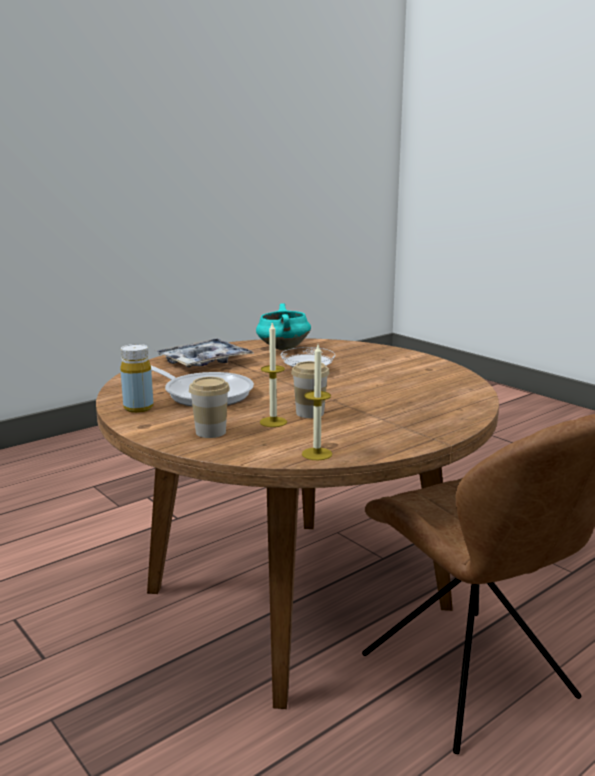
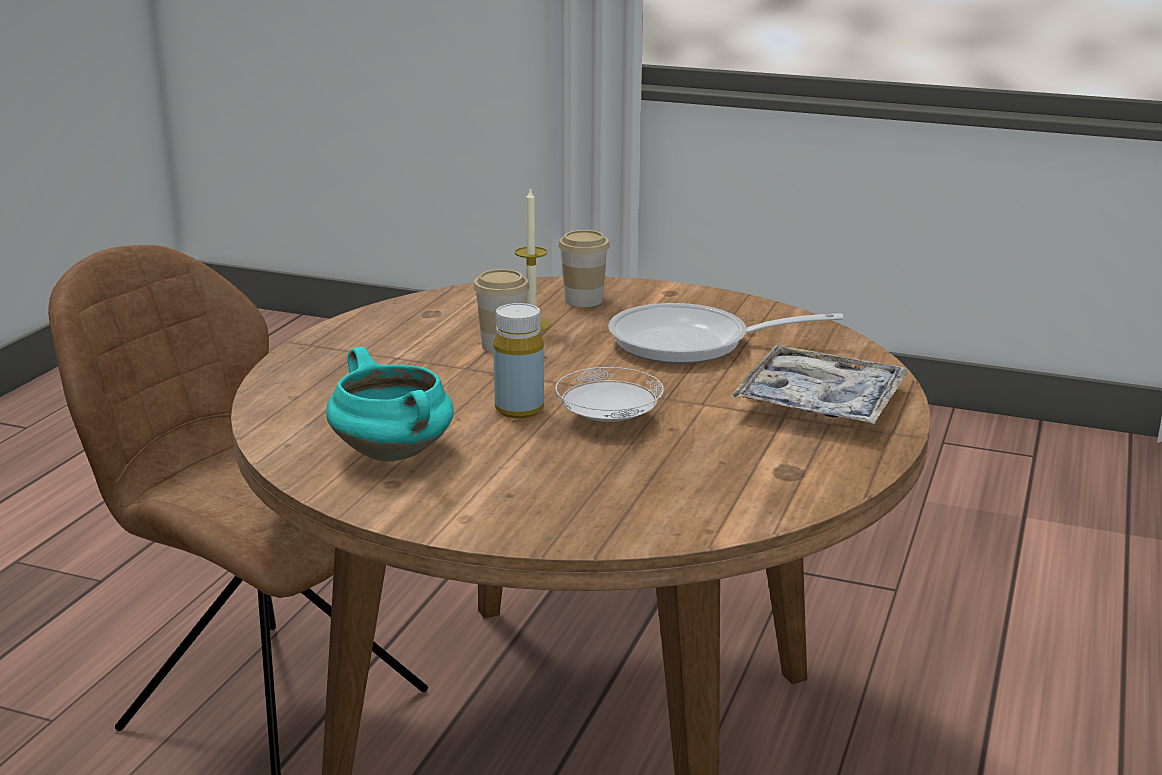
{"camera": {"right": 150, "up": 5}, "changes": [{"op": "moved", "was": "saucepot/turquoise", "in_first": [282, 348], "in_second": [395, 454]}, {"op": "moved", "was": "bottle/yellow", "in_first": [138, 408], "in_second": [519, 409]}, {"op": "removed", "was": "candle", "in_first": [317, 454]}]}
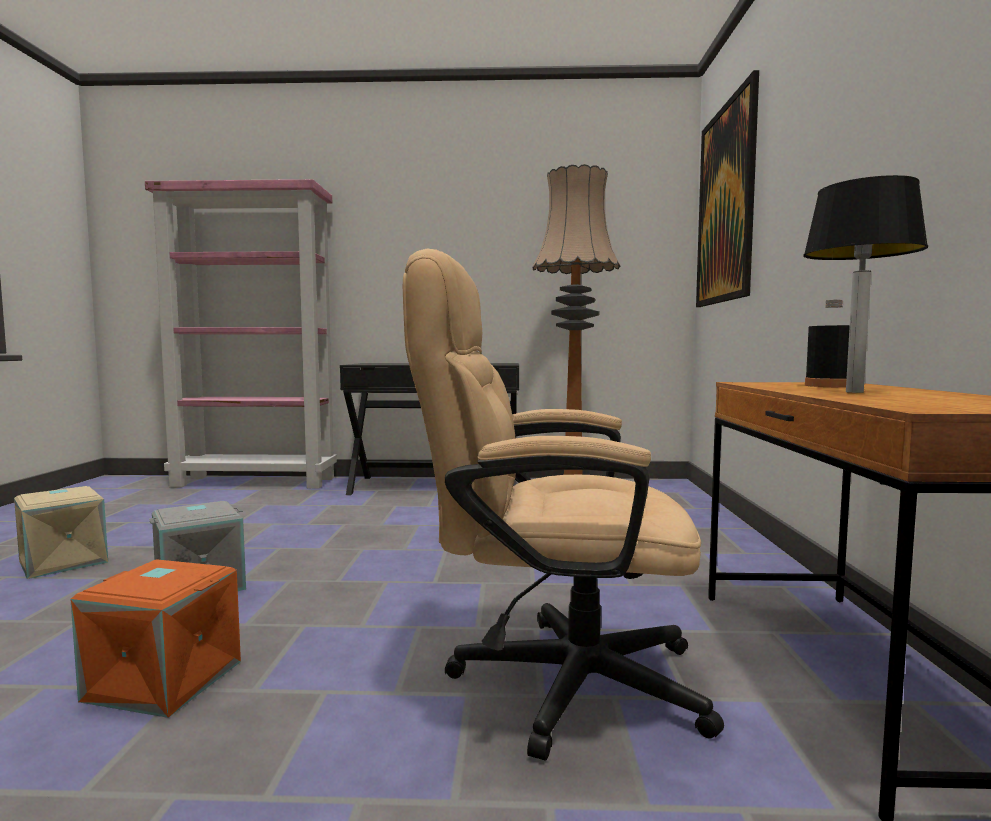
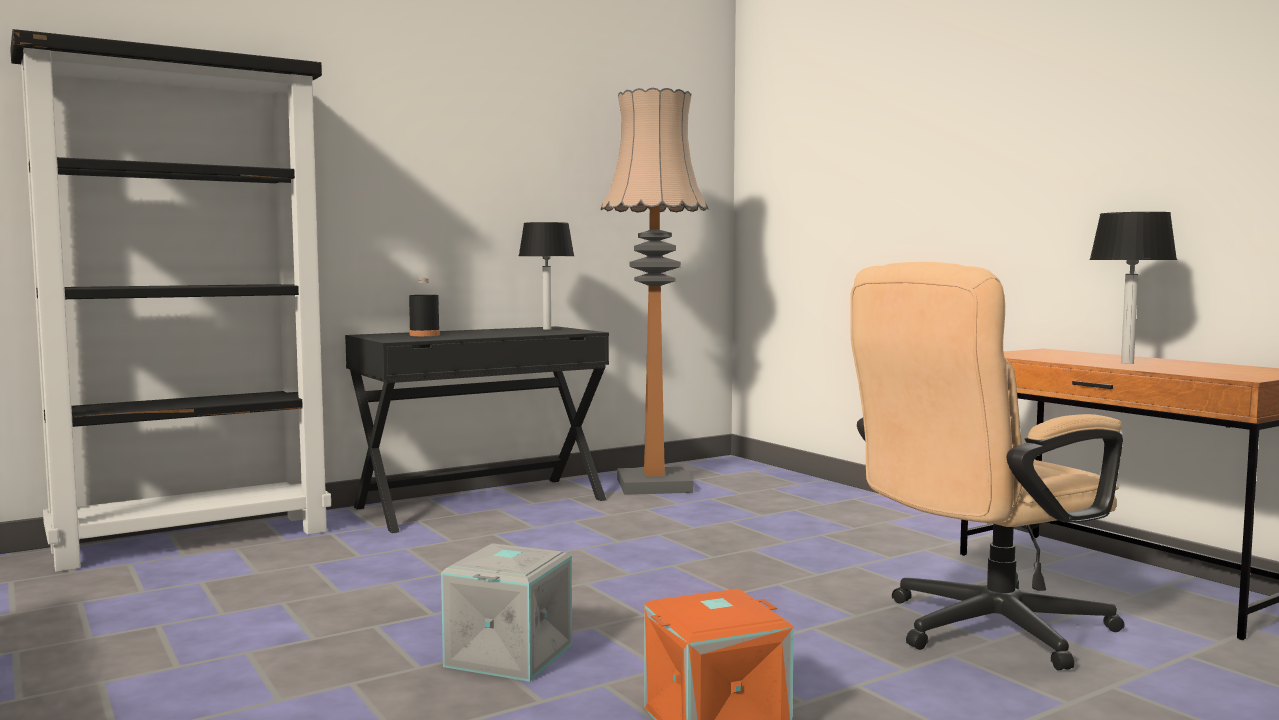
{"camera": {"right": -35, "up": 0}, "changes": [{"op": "removed", "was": "picture", "in_first": [725, 204]}, {"op": "recoloured", "was": "bookcase/pink", "now": "bookcase/blackish", "in_first": [256, 482], "in_second": [195, 540]}, {"op": "moved", "was": "bottle/blackish", "in_first": [829, 386], "in_second": [424, 335]}, {"op": "removed", "was": "storage container/beige", "in_first": [65, 561]}, {"op": "added", "now": "table lamp", "in_second": [546, 329]}]}
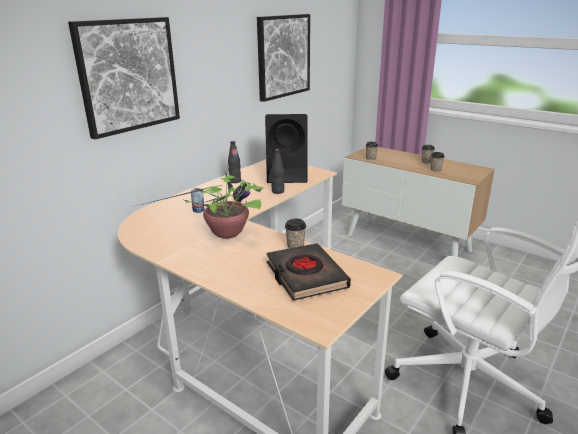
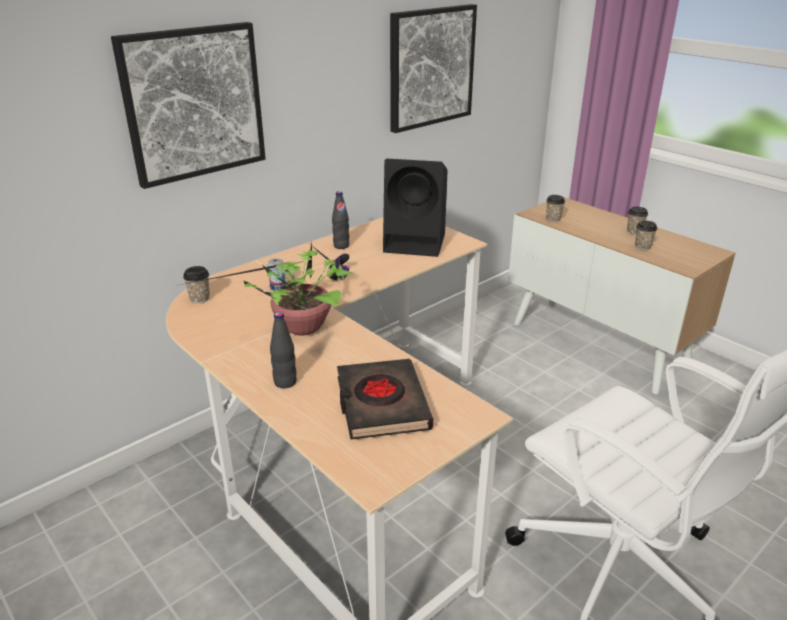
{"camera": {"right": 10, "up": 5}, "changes": [{"op": "moved", "was": "bottle/blackish", "in_first": [278, 191], "in_second": [285, 382]}, {"op": "moved", "was": "drinking cup", "in_first": [295, 246], "in_second": [200, 298]}]}
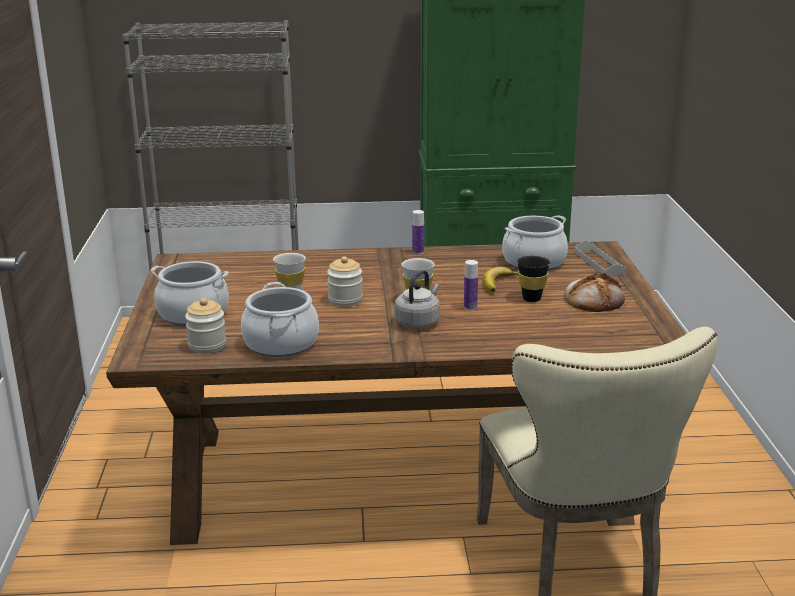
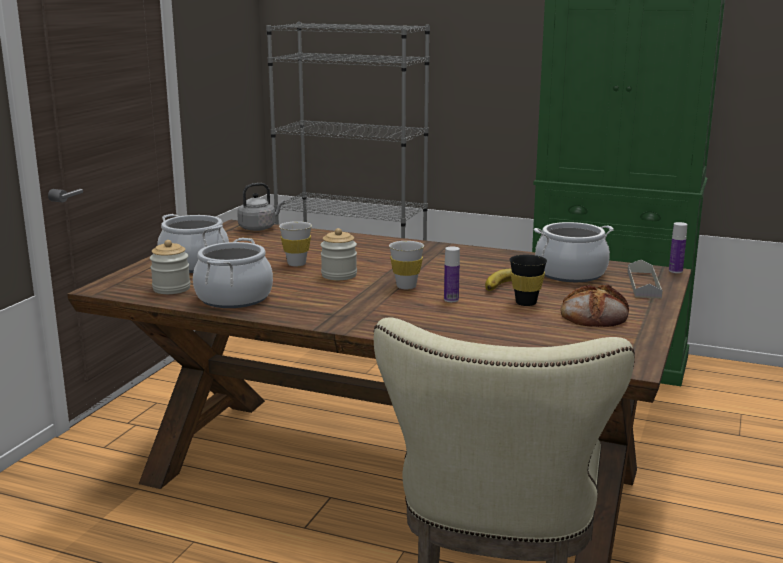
{"camera": {"right": 25, "up": -5}, "changes": [{"op": "moved", "was": "bottle", "in_first": [418, 252], "in_second": [675, 271]}, {"op": "moved", "was": "water kettle/grey", "in_first": [418, 322], "in_second": [259, 228]}]}
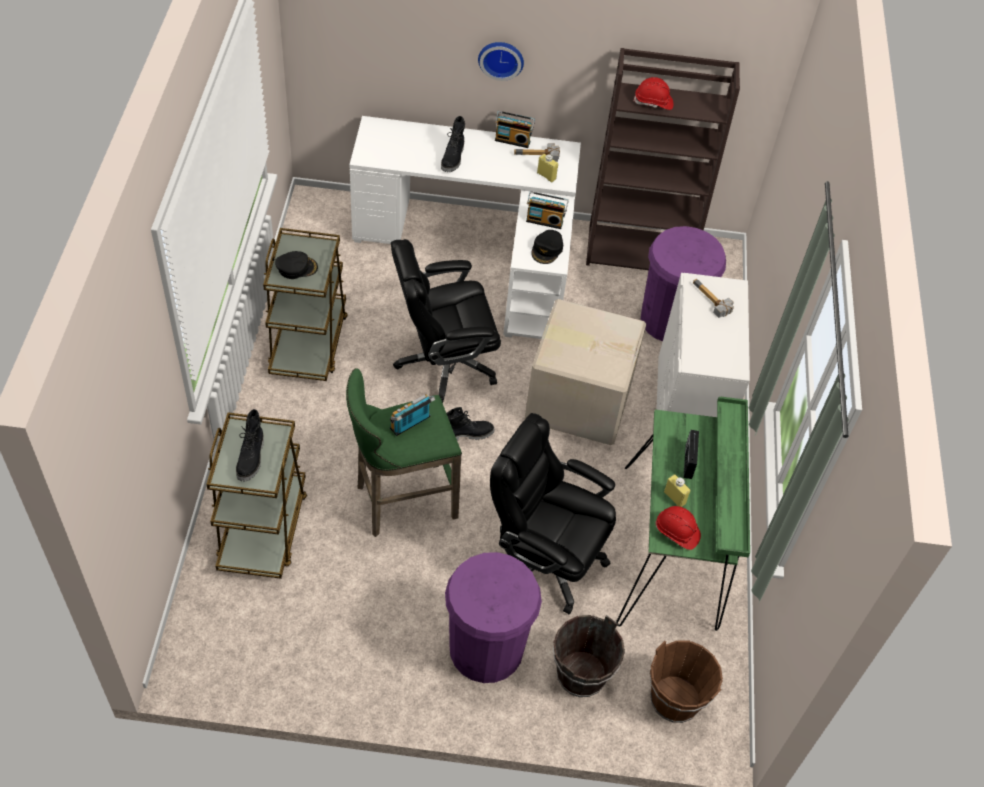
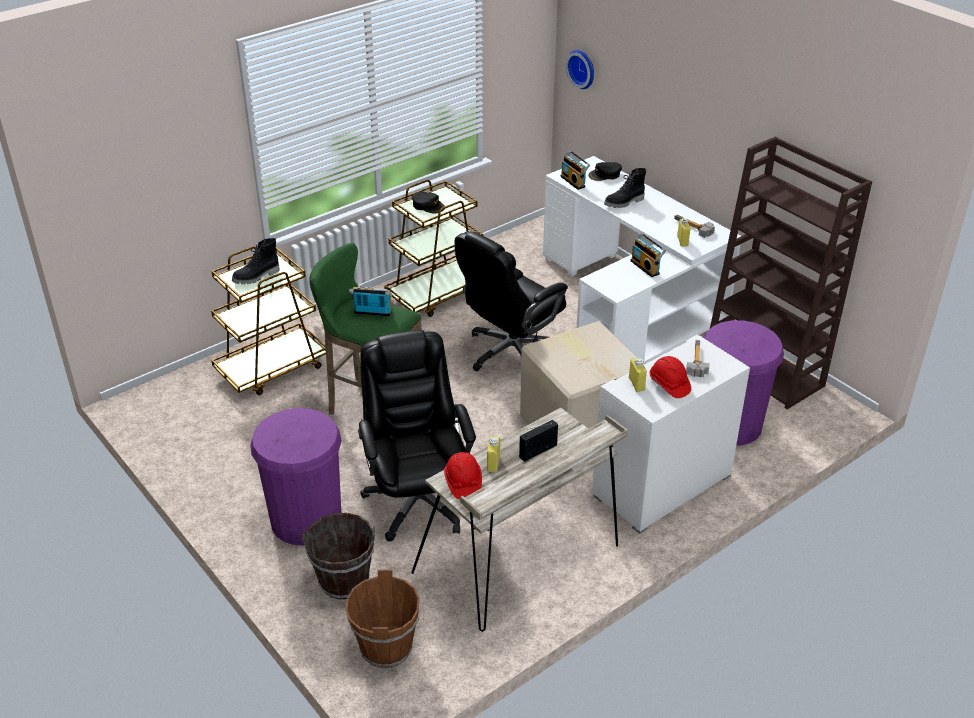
{"camera": {"right": 50, "up": -15}, "changes": [{"op": "moved", "was": "wall clock", "in_first": [501, 58], "in_second": [582, 68]}, {"op": "moved", "was": "safety helmet/red", "in_first": [653, 102], "in_second": [669, 385]}, {"op": "moved", "was": "radio set", "in_first": [513, 140], "in_second": [574, 181]}, {"op": "moved", "was": "baseball cap/blackish", "in_first": [547, 250], "in_second": [605, 175]}, {"op": "turned", "was": "desk chair/blackish", "in_first": [444, 363], "in_second": [511, 352], "clockwise": -75}, {"op": "recoloured", "was": "desk/green-coloured", "now": "desk/beige", "in_first": [673, 549], "in_second": [521, 559]}, {"op": "removed", "was": "tall boot/blackish", "in_first": [467, 433]}, {"op": "added", "now": "bottle/yellow", "in_second": [636, 384]}]}
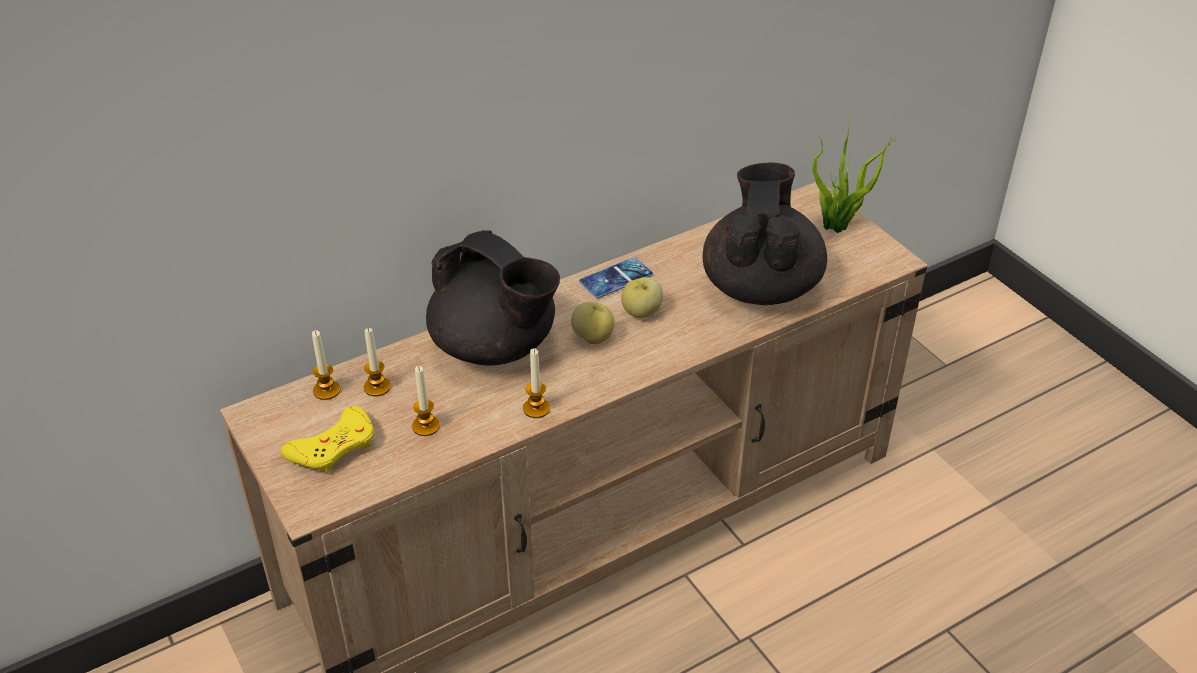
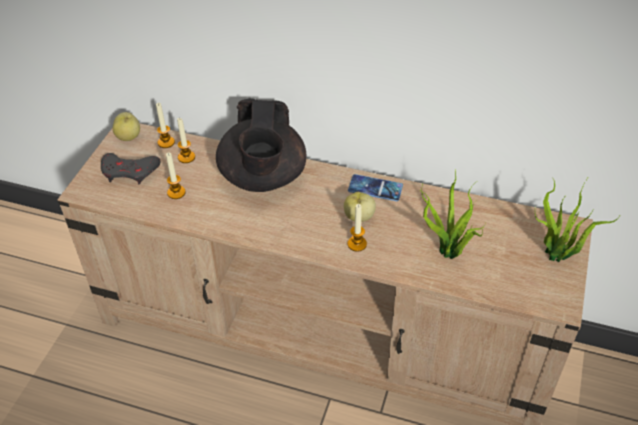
{"camera": {"right": 50, "up": 5}, "changes": [{"op": "replaced", "was": "tea pot/blackish", "now": "plant in a pot", "in_first": [760, 285], "in_second": [448, 254]}, {"op": "moved", "was": "whole apple", "in_first": [593, 337], "in_second": [129, 136]}, {"op": "moved", "was": "candle", "in_first": [536, 408], "in_second": [357, 244]}, {"op": "recoloured", "was": "gamepad/yellow", "now": "gamepad/grey", "in_first": [334, 447], "in_second": [129, 171]}]}
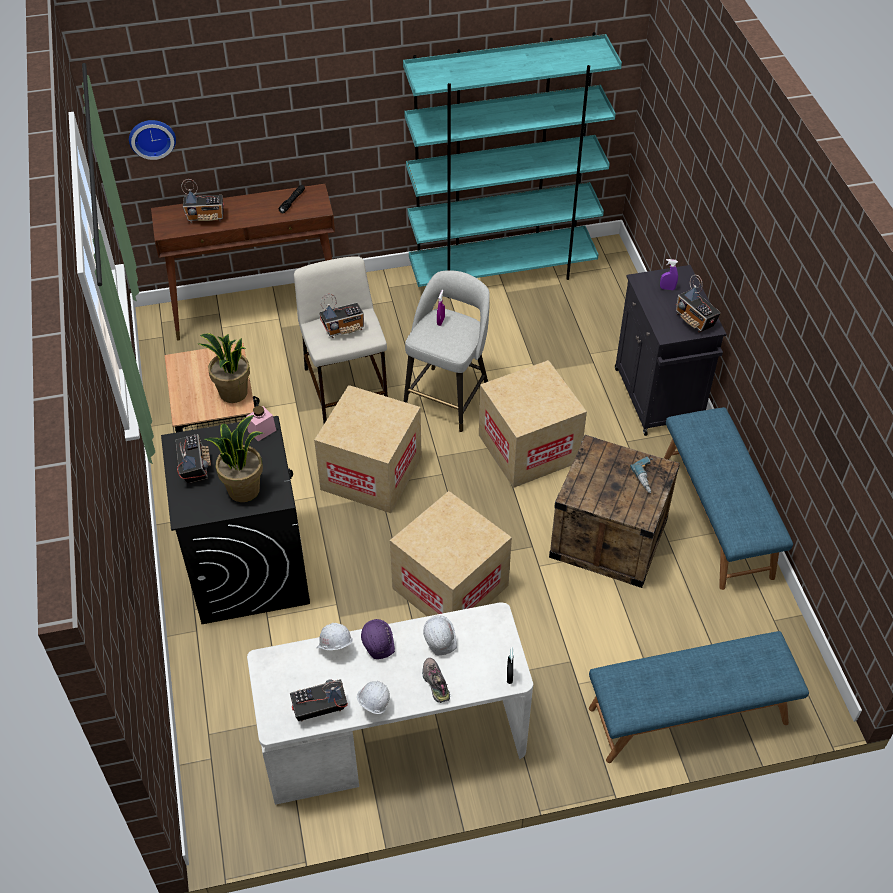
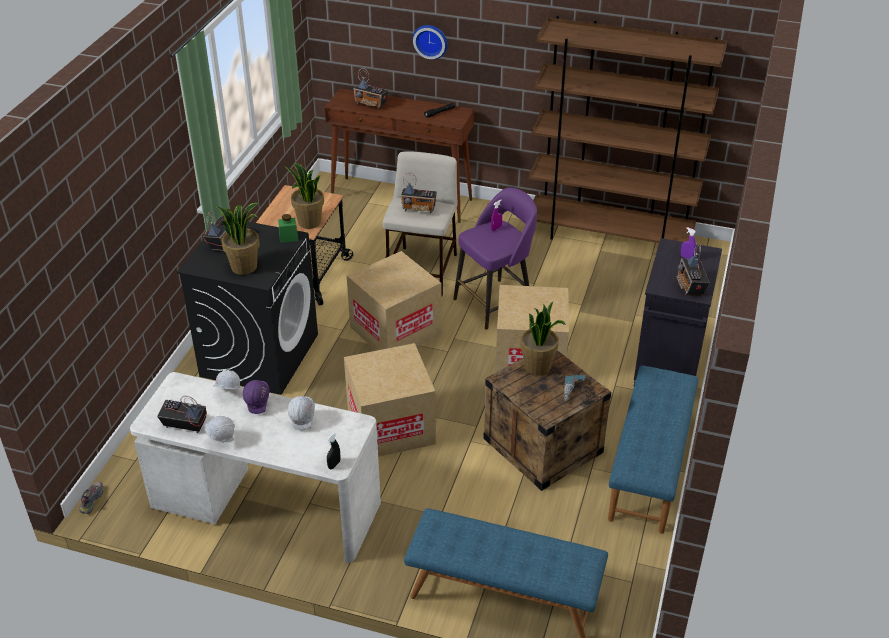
{"camera": {"right": 30, "up": -10}, "changes": [{"op": "recoloured", "was": "bookcase/turquoise", "now": "bookcase/brownish", "in_first": [503, 271], "in_second": [609, 236]}, {"op": "moved", "was": "wall clock", "in_first": [152, 137], "in_second": [431, 40]}, {"op": "recoloured", "was": "sitting stool/grey", "now": "sitting stool/purple", "in_first": [448, 397], "in_second": [495, 303]}, {"op": "recoloured", "was": "preserve jar/pink", "now": "preserve jar/green-coloured", "in_first": [262, 430], "in_second": [288, 237]}, {"op": "moved", "was": "low shoe", "in_first": [435, 683], "in_second": [91, 500]}, {"op": "added", "now": "plant in a pot", "in_second": [538, 367]}]}
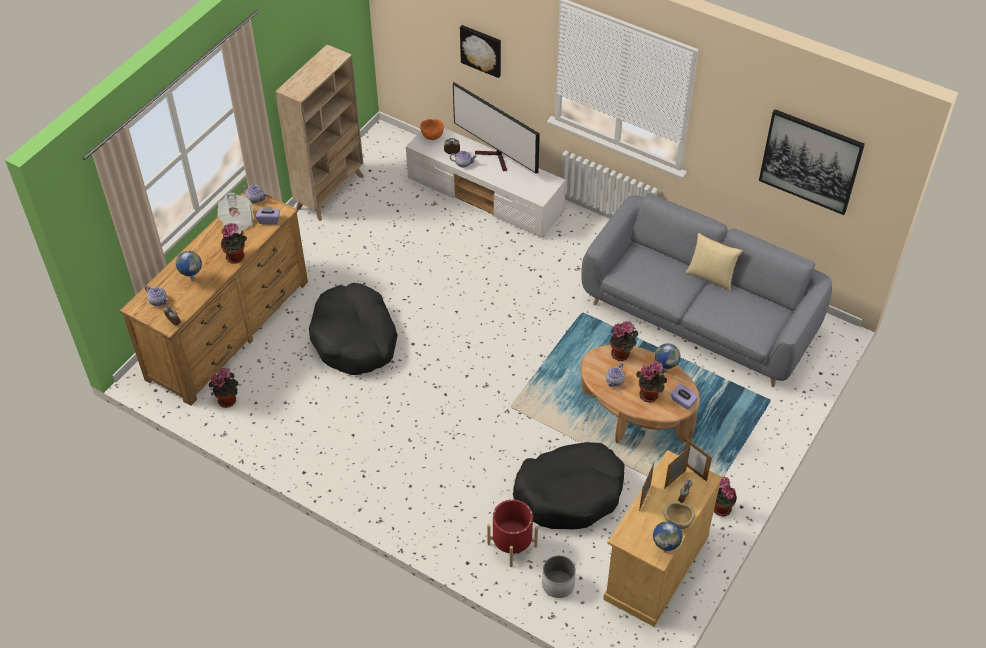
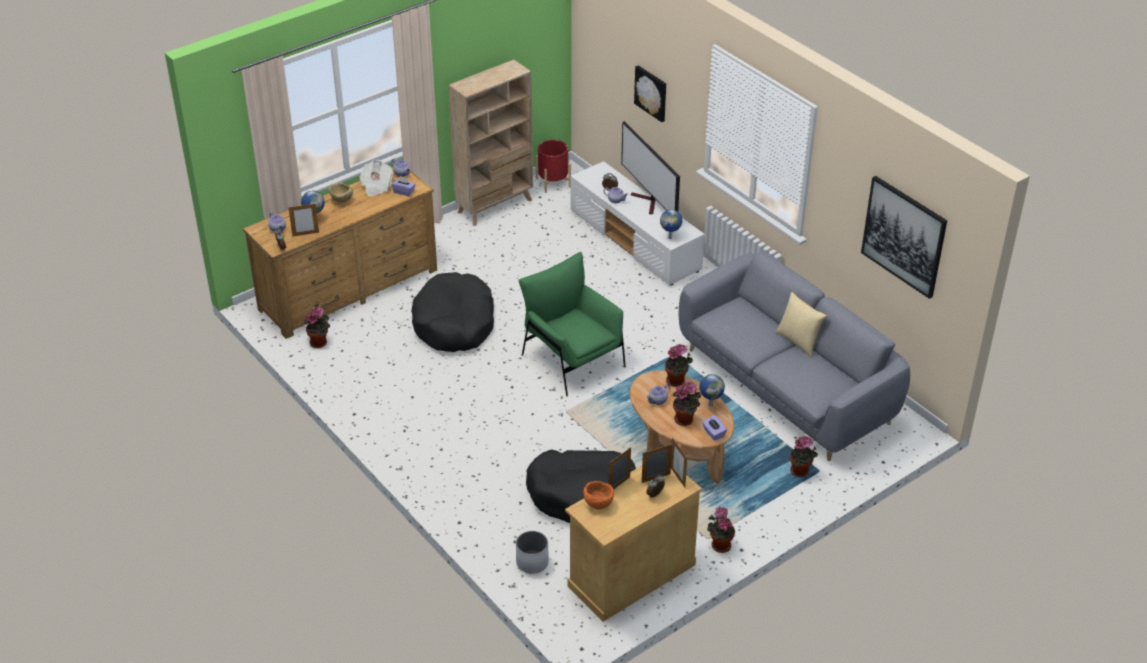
{"camera": {"right": 20, "up": -10}, "changes": [{"op": "moved", "was": "bowl/orange", "in_first": [432, 136], "in_second": [598, 503]}, {"op": "moved", "was": "plant in a pot", "in_first": [237, 257], "in_second": [801, 472]}, {"op": "moved", "was": "planter/red", "in_first": [512, 545], "in_second": [553, 182]}, {"op": "moved", "was": "bowl/beige", "in_first": [677, 522], "in_second": [341, 200]}, {"op": "moved", "was": "world globe", "in_first": [665, 550], "in_second": [670, 237]}, {"op": "added", "now": "standing frame", "in_second": [305, 234]}, {"op": "added", "now": "armchair/green-coloured", "in_second": [572, 360]}]}
